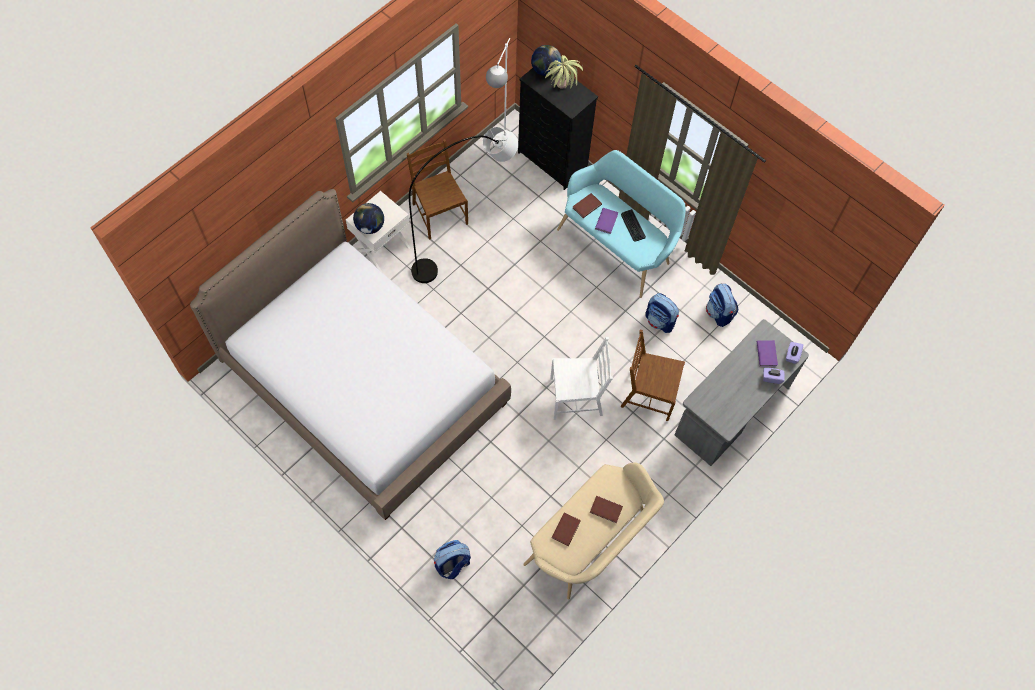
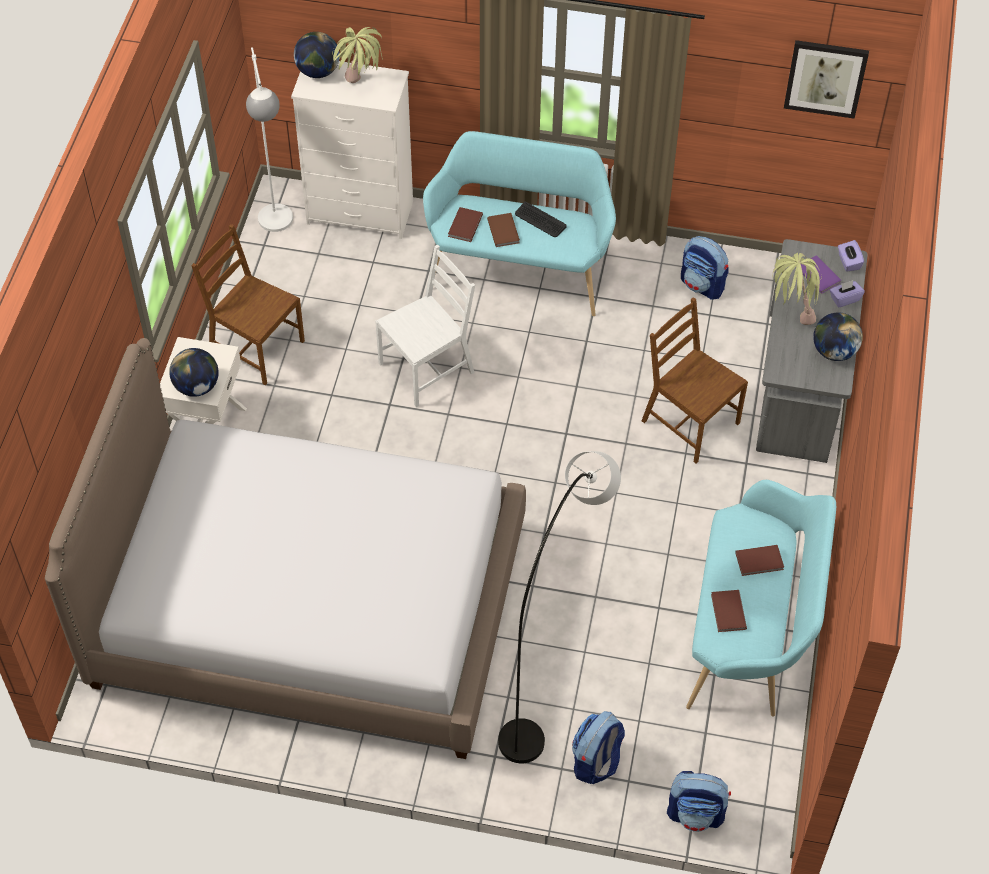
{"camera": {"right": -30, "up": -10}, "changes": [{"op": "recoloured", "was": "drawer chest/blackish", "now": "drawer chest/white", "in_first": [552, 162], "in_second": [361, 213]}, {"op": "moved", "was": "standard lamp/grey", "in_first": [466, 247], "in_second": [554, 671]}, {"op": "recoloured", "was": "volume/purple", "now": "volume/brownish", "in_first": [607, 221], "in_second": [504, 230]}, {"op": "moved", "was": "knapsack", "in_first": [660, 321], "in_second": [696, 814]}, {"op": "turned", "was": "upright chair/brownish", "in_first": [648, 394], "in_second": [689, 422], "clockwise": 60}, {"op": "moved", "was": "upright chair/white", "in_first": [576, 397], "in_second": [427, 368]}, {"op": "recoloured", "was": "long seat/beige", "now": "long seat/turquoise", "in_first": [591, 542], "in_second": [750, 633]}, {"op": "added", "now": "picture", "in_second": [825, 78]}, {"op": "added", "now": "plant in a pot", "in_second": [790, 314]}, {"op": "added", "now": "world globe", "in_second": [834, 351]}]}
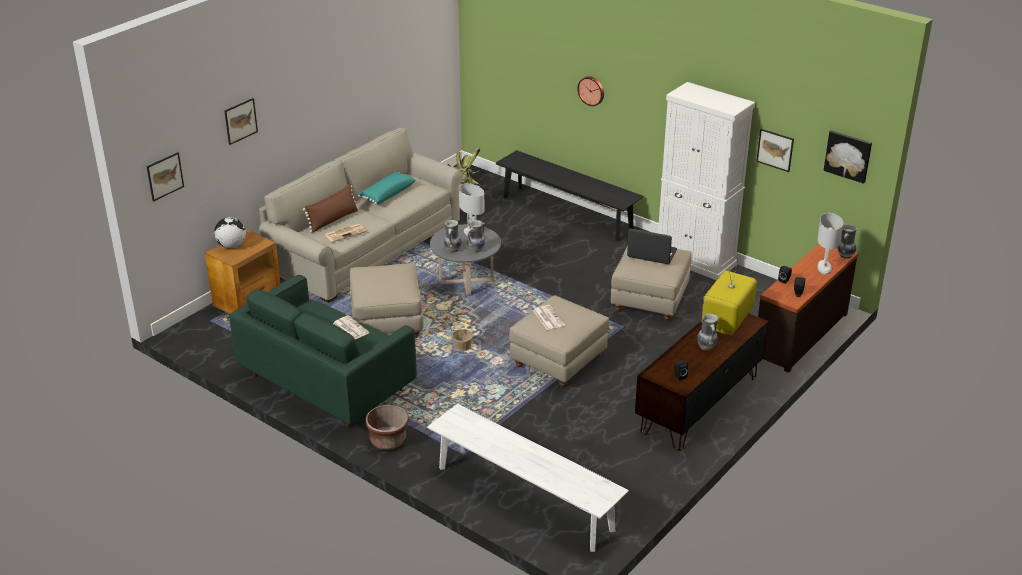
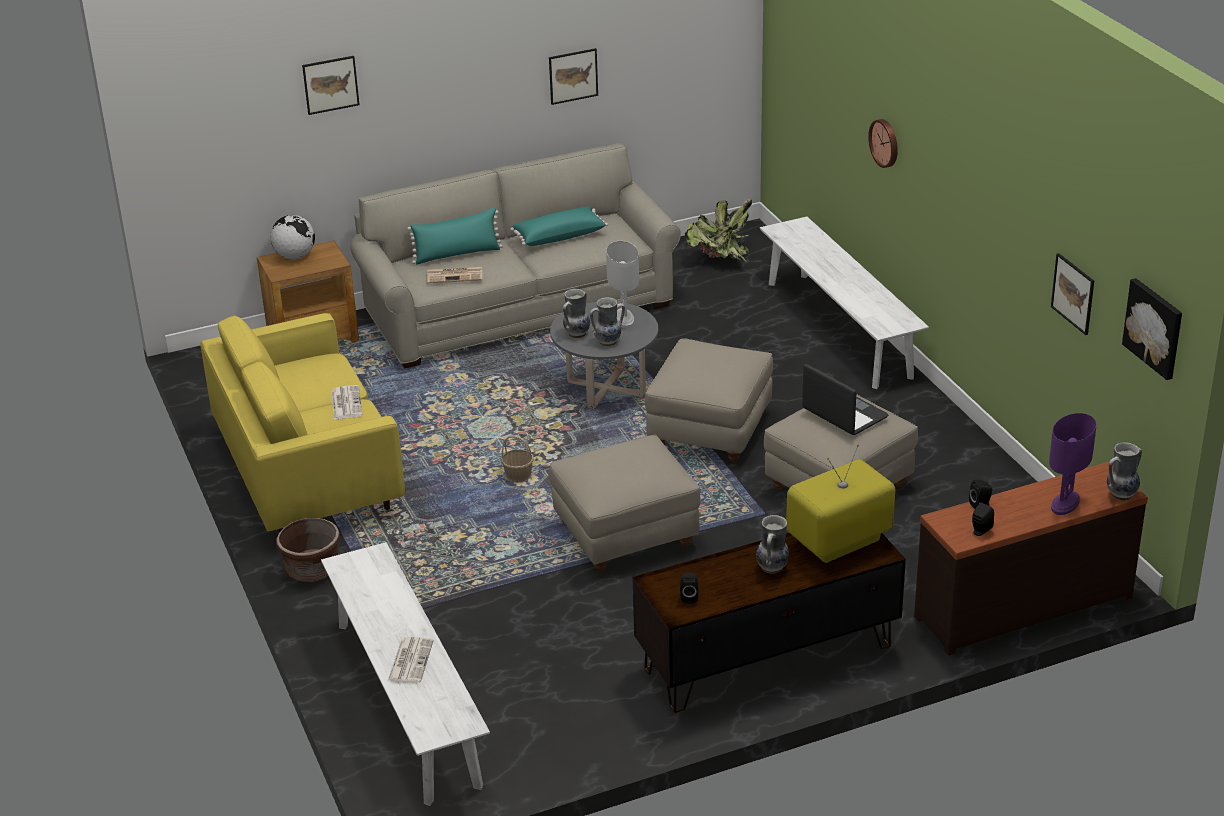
{"camera": {"right": 30, "up": 0}, "changes": [{"op": "removed", "was": "cupboard/white", "in_first": [695, 261]}, {"op": "recoloured", "was": "long seat/blackish", "now": "long seat/white", "in_first": [567, 213], "in_second": [838, 329]}, {"op": "moved", "was": "picture", "in_first": [165, 176], "in_second": [573, 76]}, {"op": "recoloured", "was": "pillow/brownish", "now": "pillow/turquoise", "in_first": [333, 220], "in_second": [457, 254]}, {"op": "recoloured", "was": "table lamp/white", "now": "table lamp/purple", "in_first": [824, 268], "in_second": [1065, 504]}, {"op": "moved", "was": "footrest/beige", "in_first": [387, 322], "in_second": [709, 431]}, {"op": "recoloured", "was": "settee/green-coloured", "now": "settee/yellow", "in_first": [327, 383], "in_second": [309, 472]}, {"op": "moved", "was": "newspaper", "in_first": [548, 317], "in_second": [410, 660]}]}
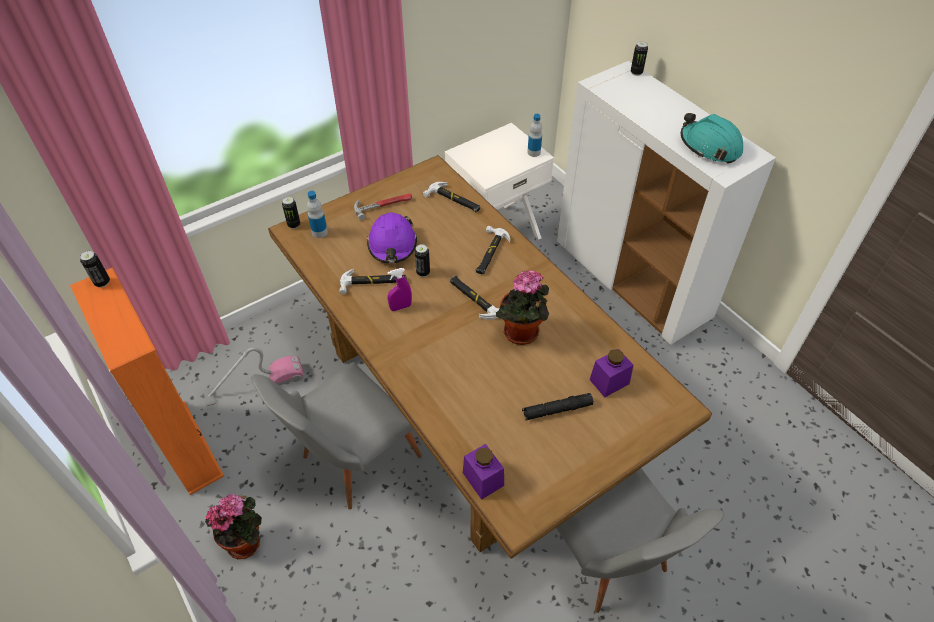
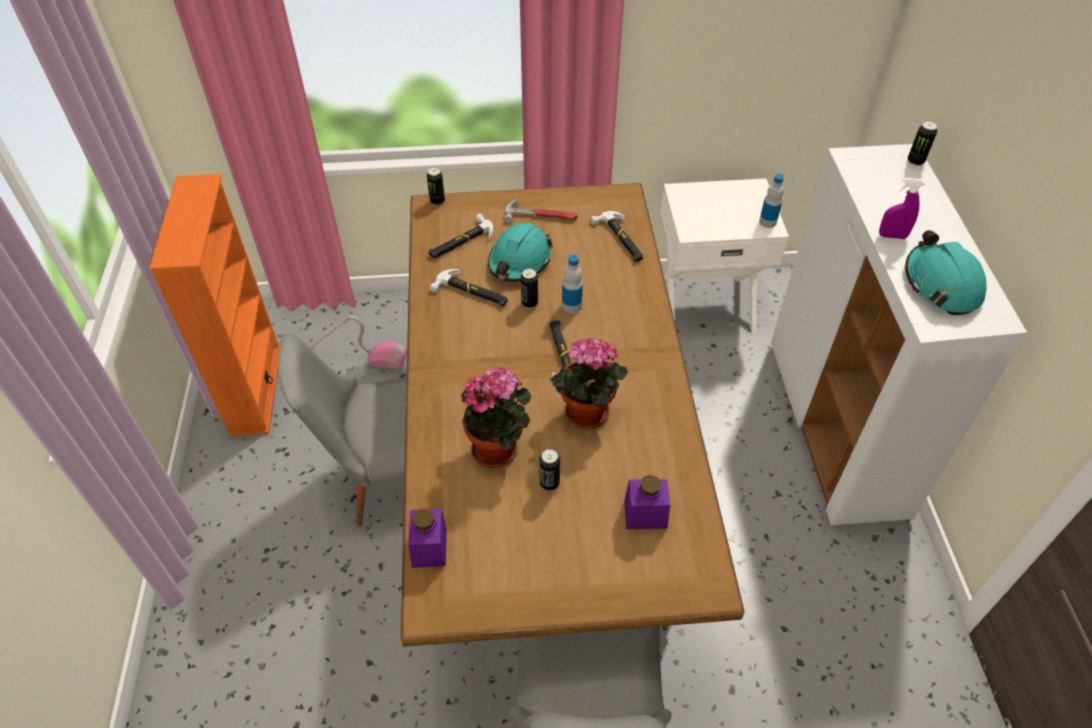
{"camera": {"right": 30, "up": 0}, "changes": [{"op": "moved", "was": "bottle", "in_first": [319, 232], "in_second": [571, 306]}, {"op": "recoloured", "was": "safety helmet/purple", "now": "safety helmet/turquoise", "in_first": [392, 245], "in_second": [519, 261]}, {"op": "moved", "was": "tool hammer", "in_first": [489, 253], "in_second": [461, 241]}, {"op": "moved", "was": "metal can", "in_first": [102, 282], "in_second": [549, 483]}, {"op": "moved", "was": "sprayer/purple", "in_first": [400, 307], "in_second": [892, 236]}, {"op": "removed", "was": "torch/blackish", "in_first": [557, 410]}, {"op": "moved", "was": "plant in a pot", "in_first": [246, 541], "in_second": [499, 449]}]}
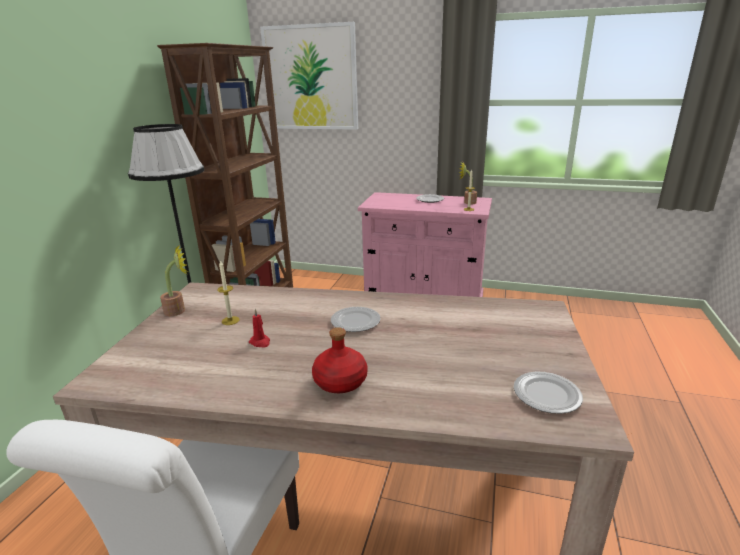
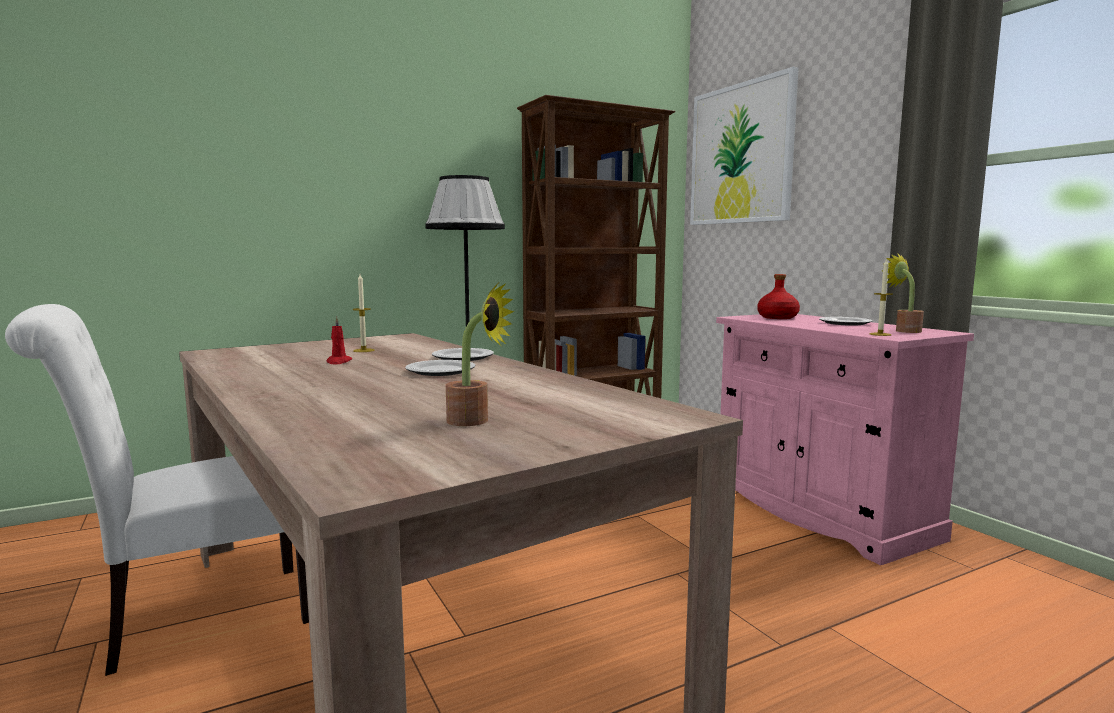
{"camera": {"right": 45, "up": -15}, "changes": [{"op": "moved", "was": "plant in a pot", "in_first": [179, 310], "in_second": [476, 421]}, {"op": "moved", "was": "bottle/red", "in_first": [340, 382], "in_second": [777, 317]}, {"op": "moved", "was": "plate", "in_first": [546, 395], "in_second": [462, 357]}]}
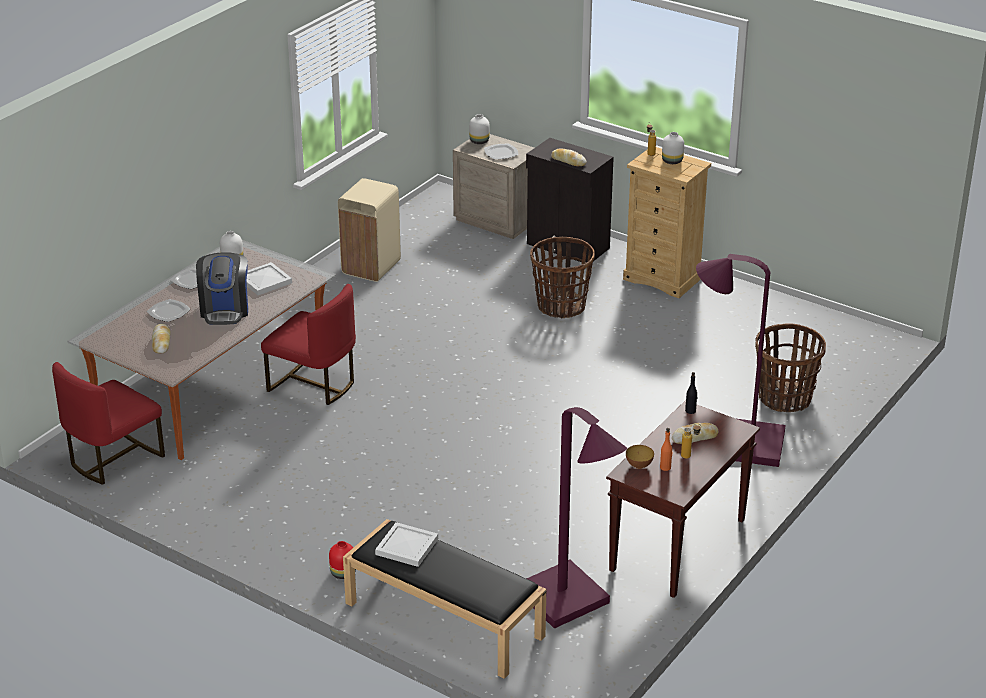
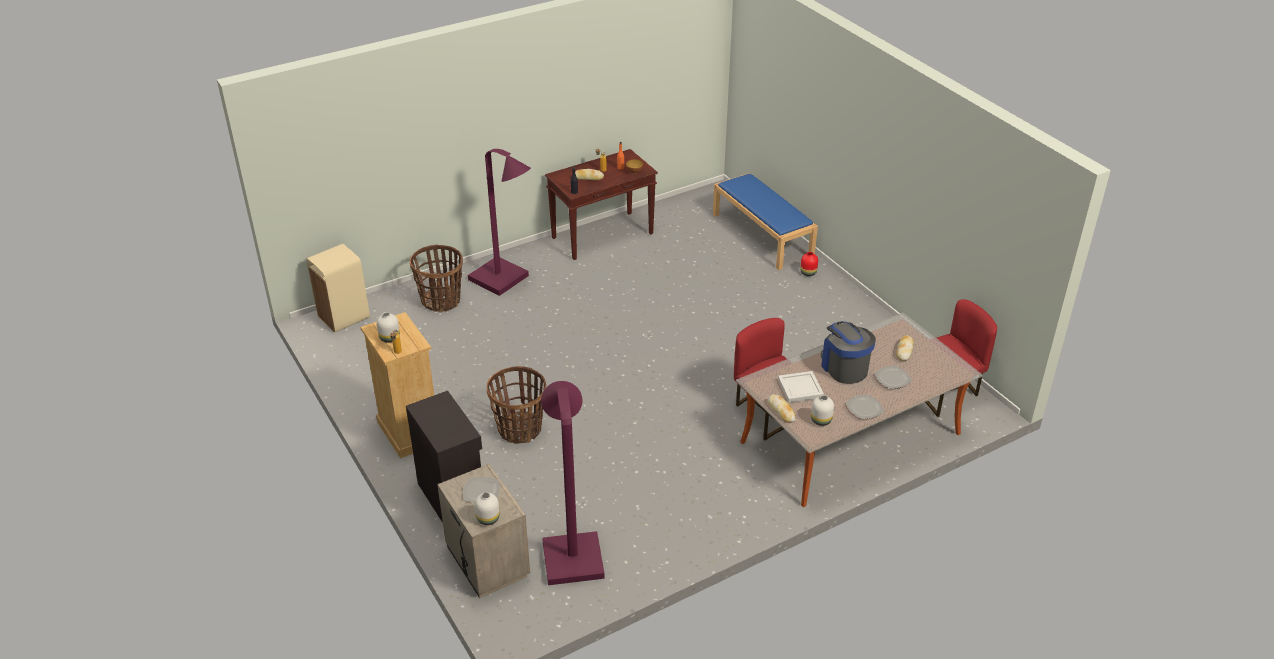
{"camera": {"right": -155, "up": 5}, "changes": [{"op": "moved", "was": "bakery bread", "in_first": [568, 161], "in_second": [781, 411]}, {"op": "moved", "was": "waste bin/beige", "in_first": [370, 267], "in_second": [344, 317]}, {"op": "turned", "was": "coffee machine", "in_first": [225, 310], "in_second": [844, 367], "clockwise": -45}, {"op": "moved", "was": "standard lamp/purple", "in_first": [570, 604], "in_second": [571, 551]}, {"op": "recoloured", "was": "long seat/blackish", "now": "long seat/bluish", "in_first": [442, 619], "in_second": [763, 235]}, {"op": "removed", "was": "serving tray/white", "in_first": [406, 547]}]}
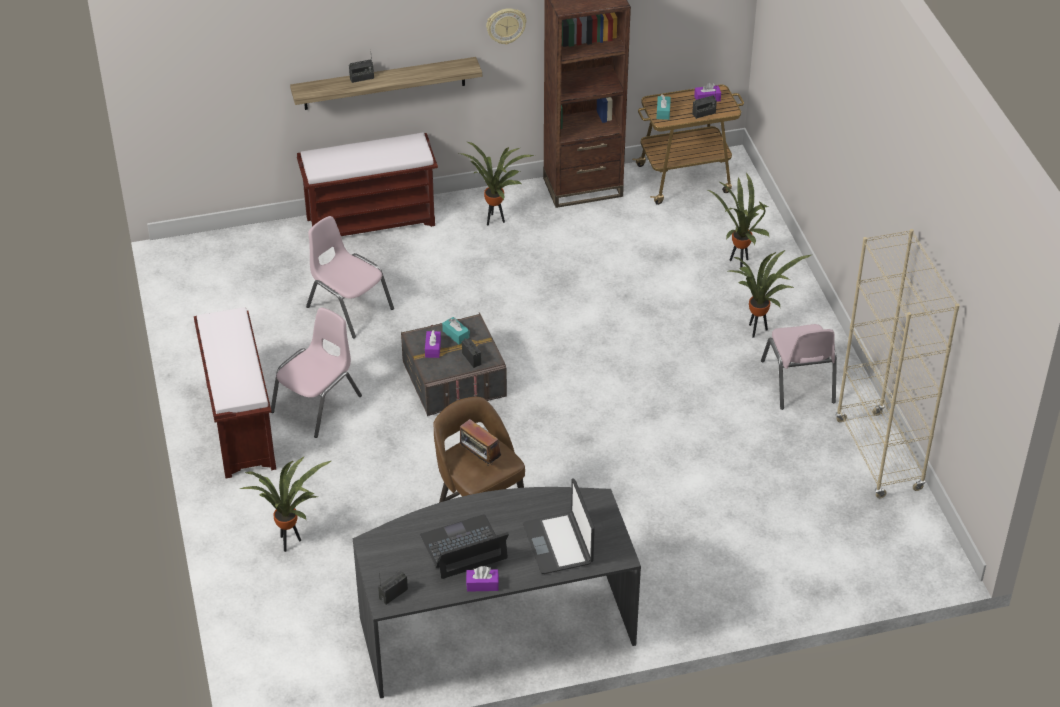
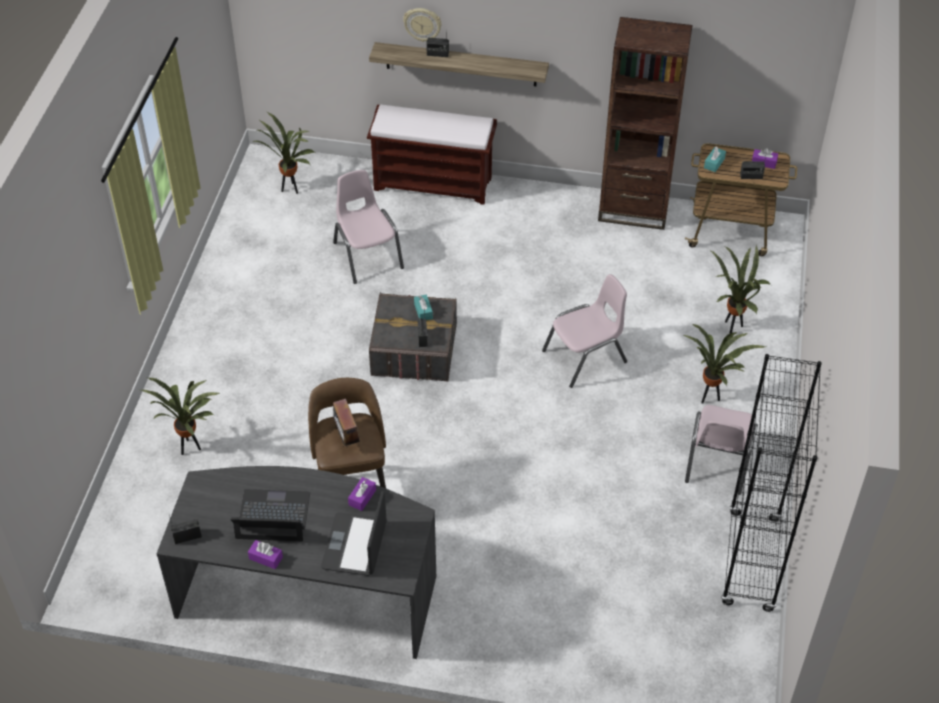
{"camera": {"right": 25, "up": 5}, "changes": [{"op": "moved", "was": "wall clock", "in_first": [506, 25], "in_second": [422, 24]}, {"op": "moved", "was": "plant in a pot", "in_first": [495, 221], "in_second": [291, 190]}, {"op": "recoloured", "was": "bookcase/beige", "now": "bookcase/blackish", "in_first": [878, 455], "in_second": [751, 561]}, {"op": "removed", "was": "long seat/brownish", "in_first": [239, 425]}, {"op": "moved", "was": "upright chair/pink", "in_first": [318, 404], "in_second": [585, 357]}, {"op": "moved", "was": "tissue box/purple", "in_first": [433, 348], "in_second": [362, 497]}]}
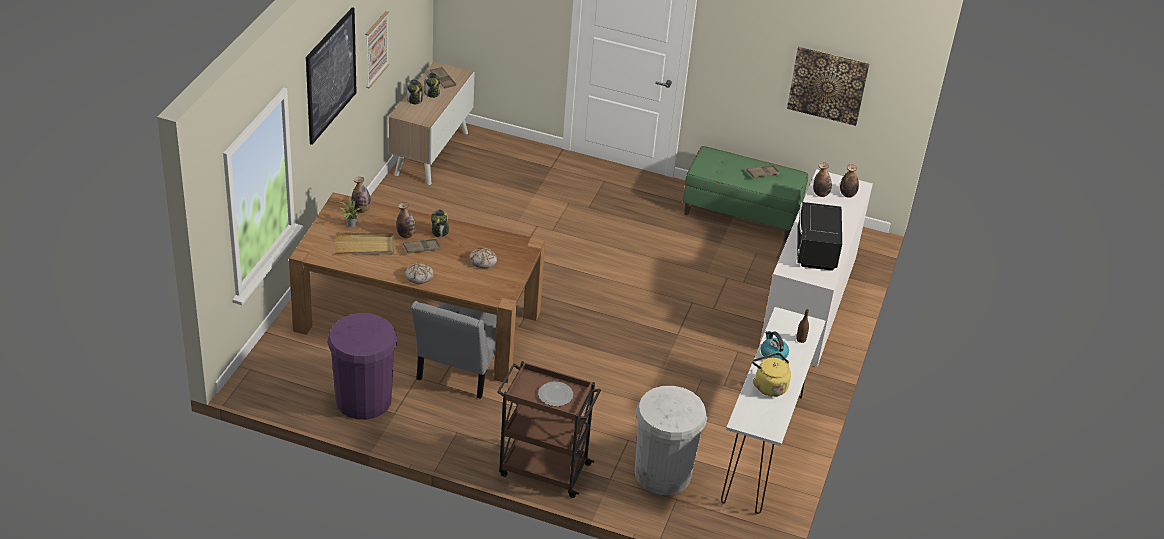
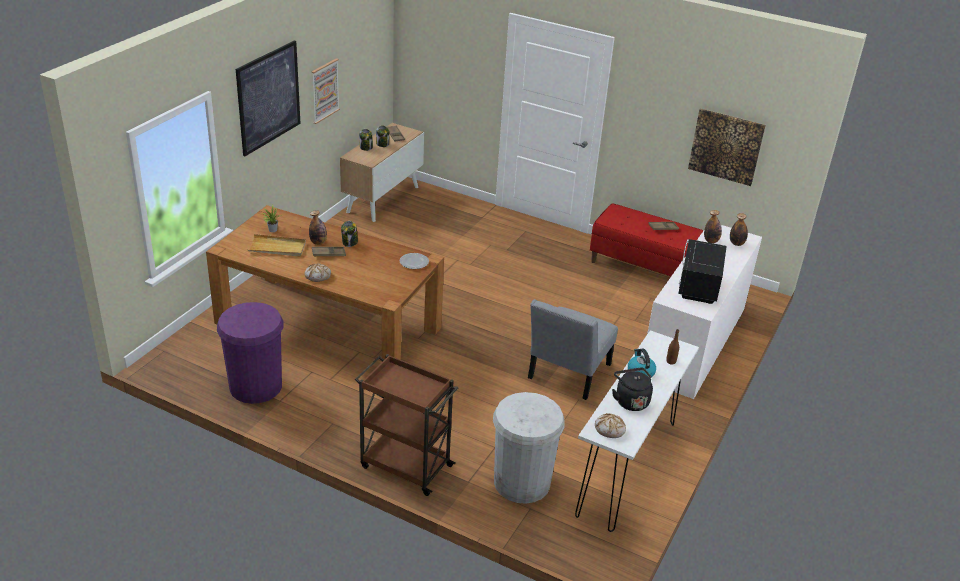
{"camera": {"right": 10, "up": -5}, "changes": [{"op": "recoloured", "was": "long seat/green-coloured", "now": "long seat/red", "in_first": [741, 215], "in_second": [642, 266]}, {"op": "removed", "was": "bottle", "in_first": [361, 210]}, {"op": "moved", "was": "bakery bread", "in_first": [483, 261], "in_second": [610, 429]}, {"op": "moved", "was": "upright chair/grey", "in_first": [459, 370], "in_second": [567, 374]}, {"op": "recoloured", "was": "water kettle/yellow", "now": "water kettle/blackish", "in_first": [769, 386], "in_second": [630, 401]}, {"op": "moved", "was": "plate", "in_first": [556, 395], "in_second": [414, 262]}]}
